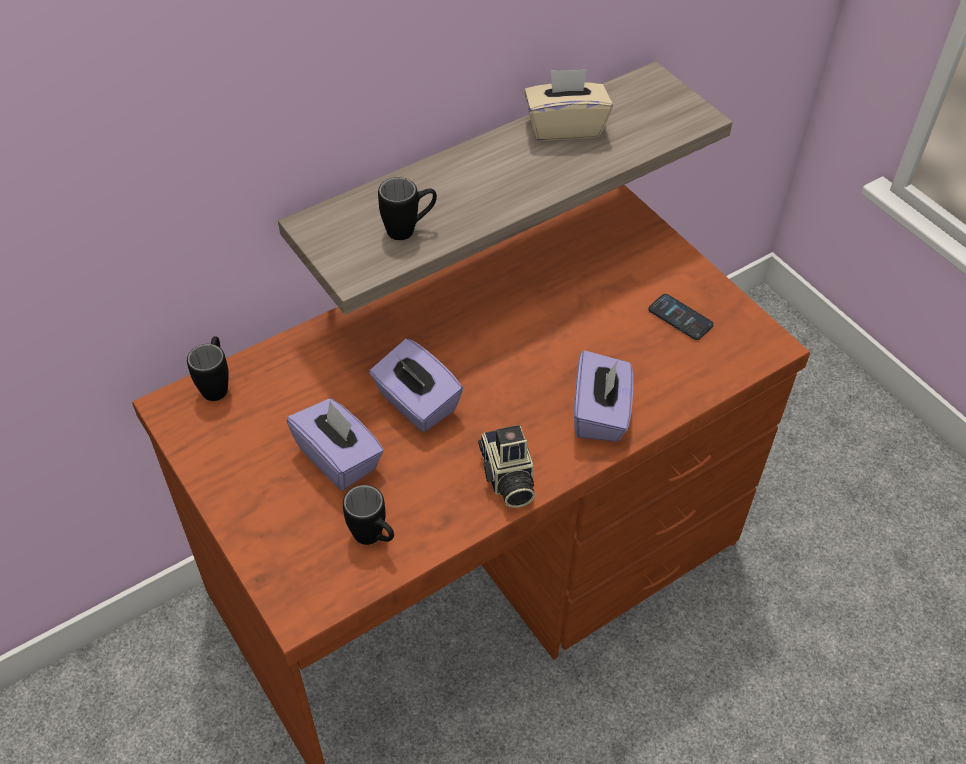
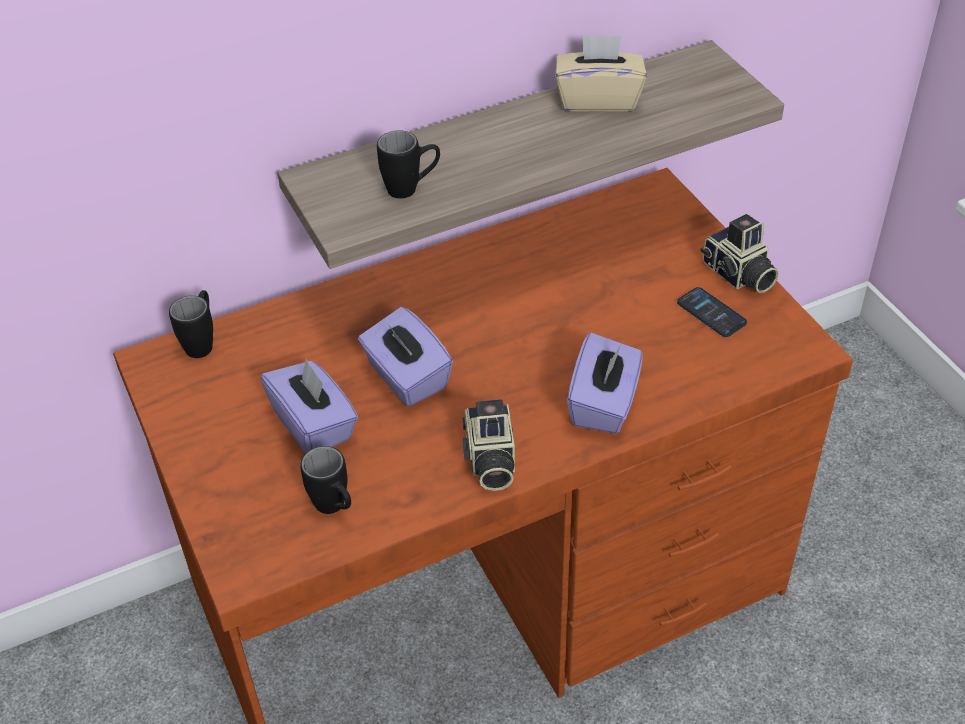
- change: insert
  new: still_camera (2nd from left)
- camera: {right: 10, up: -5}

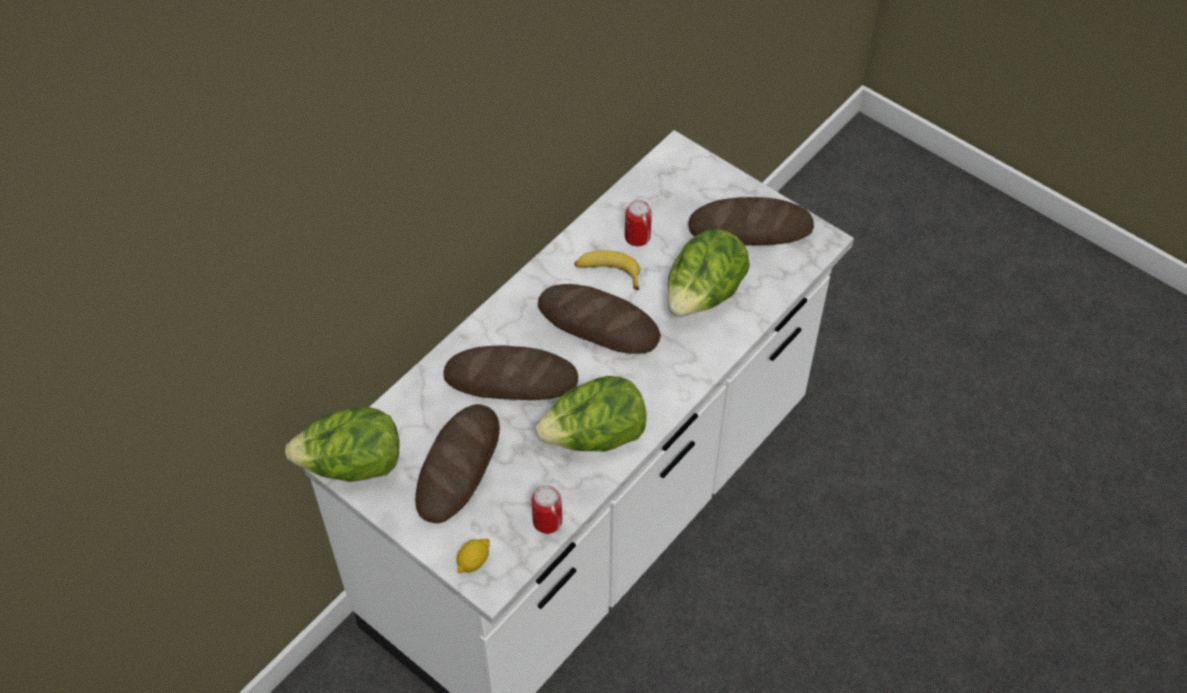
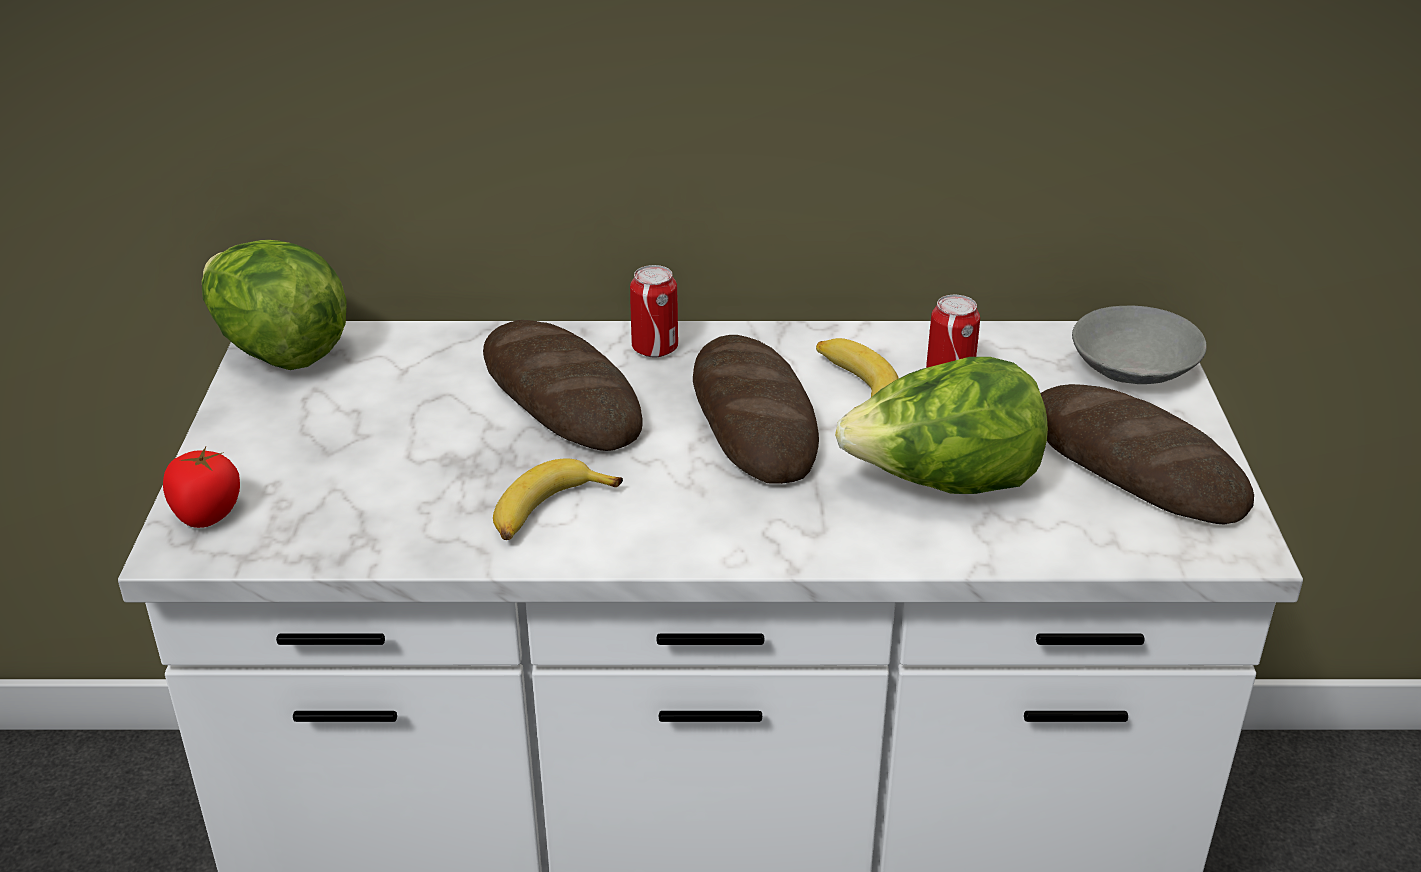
- change: delete
  old: bakery_bread (1st from left)
- change: insert
  new: grey_serving_bowl
- change: move
  old: can (1st from left)
- change: replace
  old: citrus_fruit
  new: fresh_tomato
- change: replace
  old: lettuce_head (2nd from left)
  new: whole_banana (1st from left)
- camera: {right: 50, up: -20}

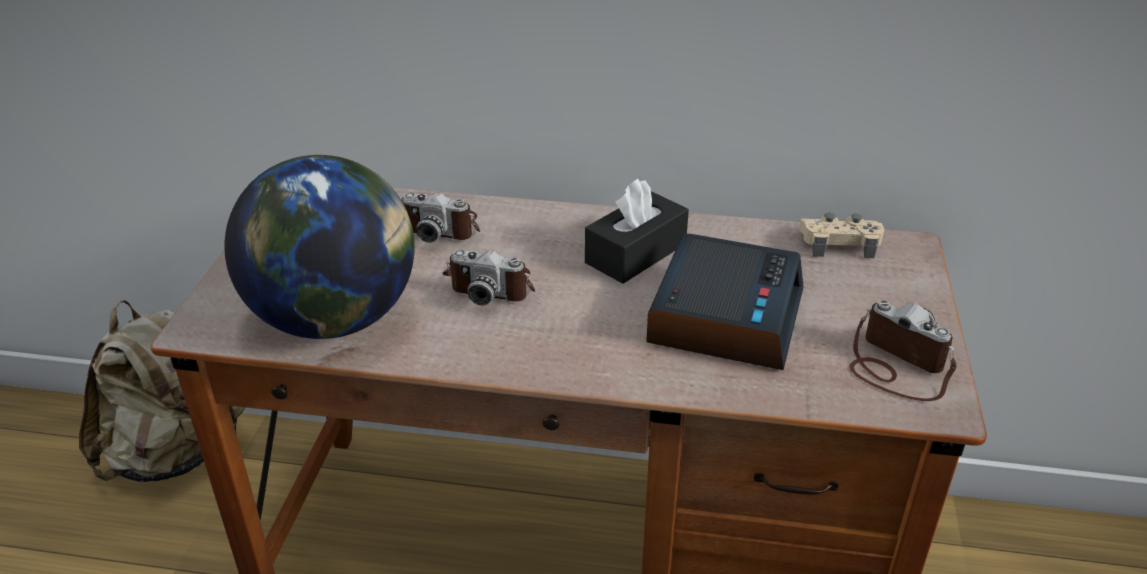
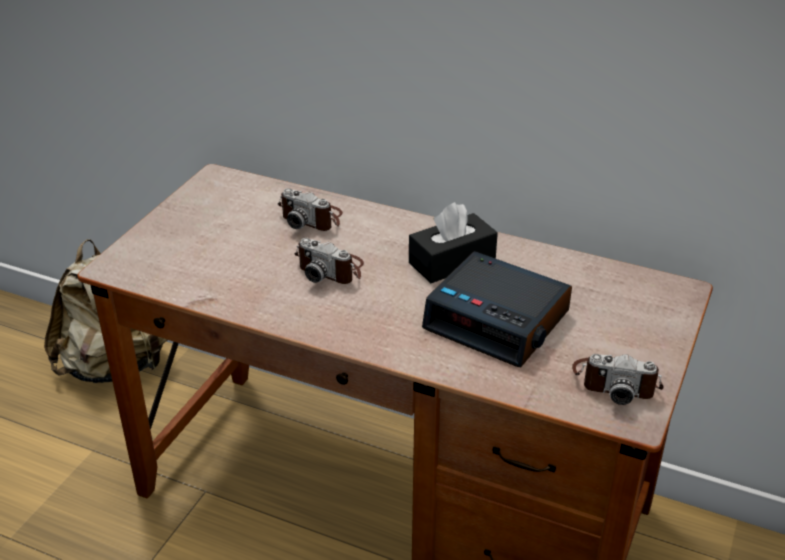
- change: delete
  old: desk_globe
- change: delete
  old: sand-coloured_joypad
- change: rotate
  old: alarm_clock
  degrees: 90
- change: rotate
  old: still_camera (3rd from left)
  degrees: 135
- camera: {right: 15, up: 0}

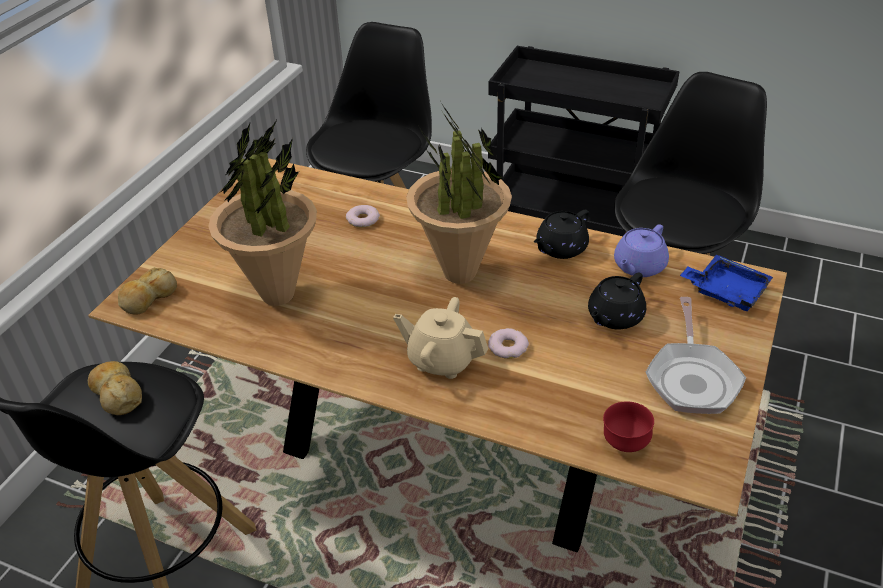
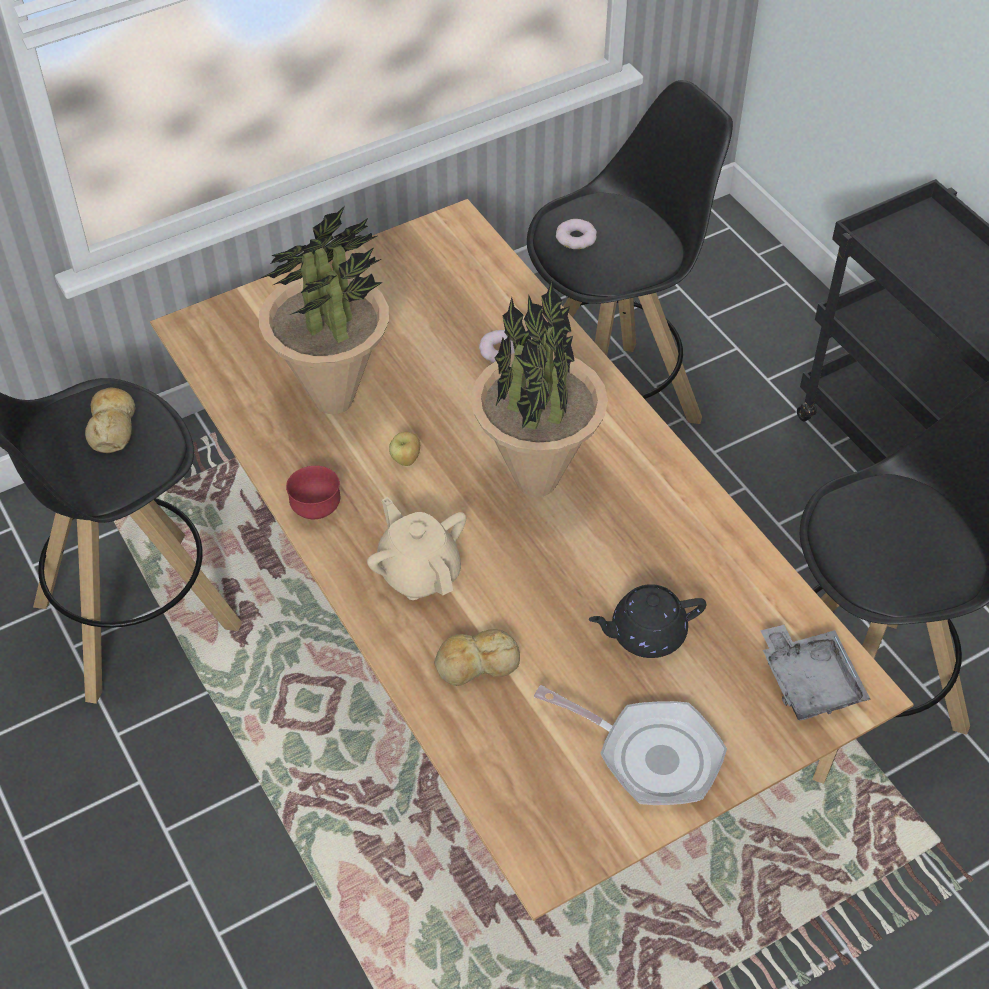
- change: delete
  old: black-coloured_tea_pot (1st from left)
- change: delete
  old: purple_tea_pot
- change: insert
  new: apple
- change: move
  old: bakery_bread (2nd from left)
- change: move
  old: donut (2nd from left)
- change: move
  old: red_serving_bowl
- change: recolor
  old: bluish_carrying_tray
  new: grey_carrying_tray
- change: rotate
  old: pan
  degrees: -105
- camera: {right: 35, up: 10}

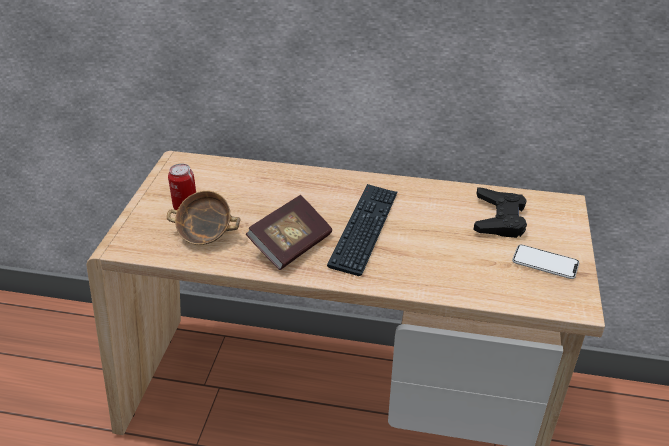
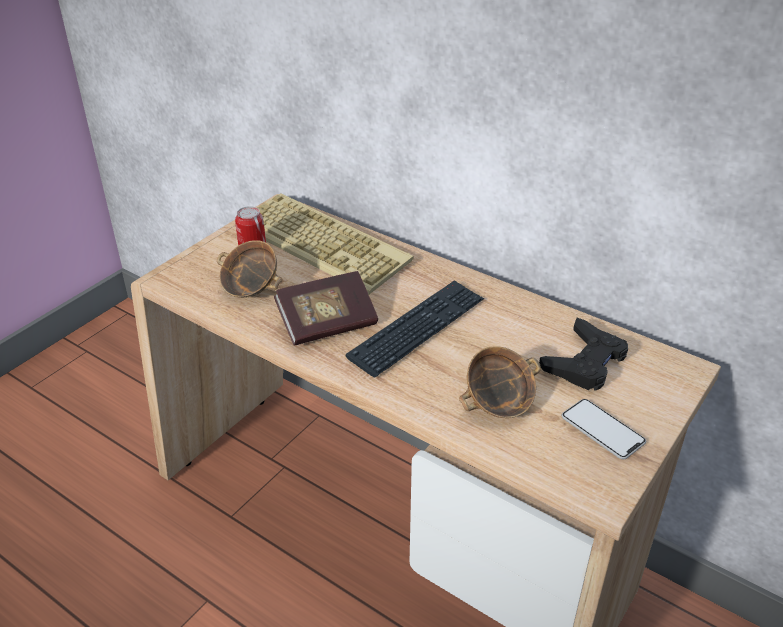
- change: insert
  new: PC_keyboard (1st from left)
- change: insert
  new: serving_bowl (2nd from left)
- camera: {right: 25, up: 0}

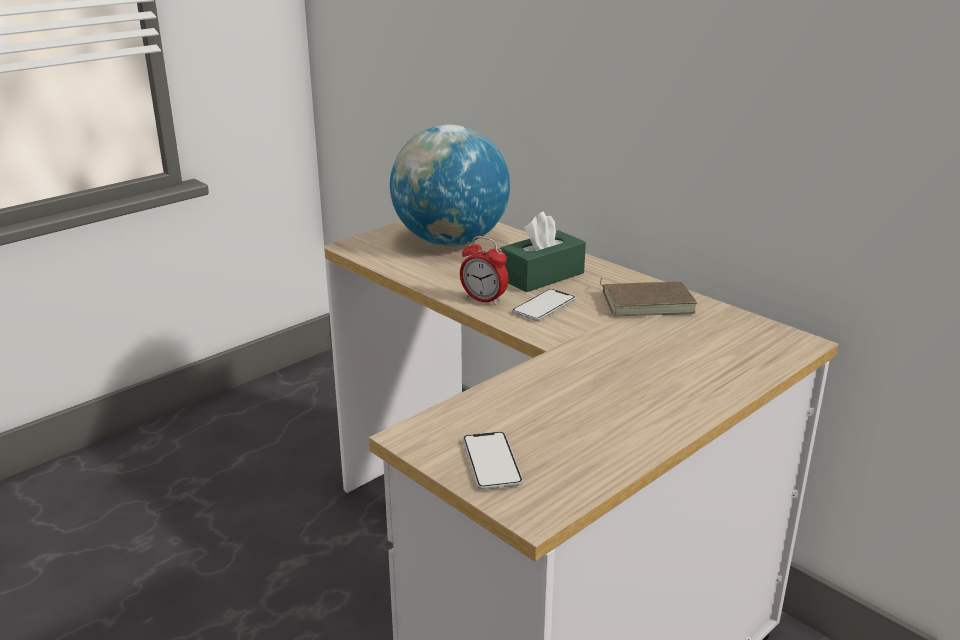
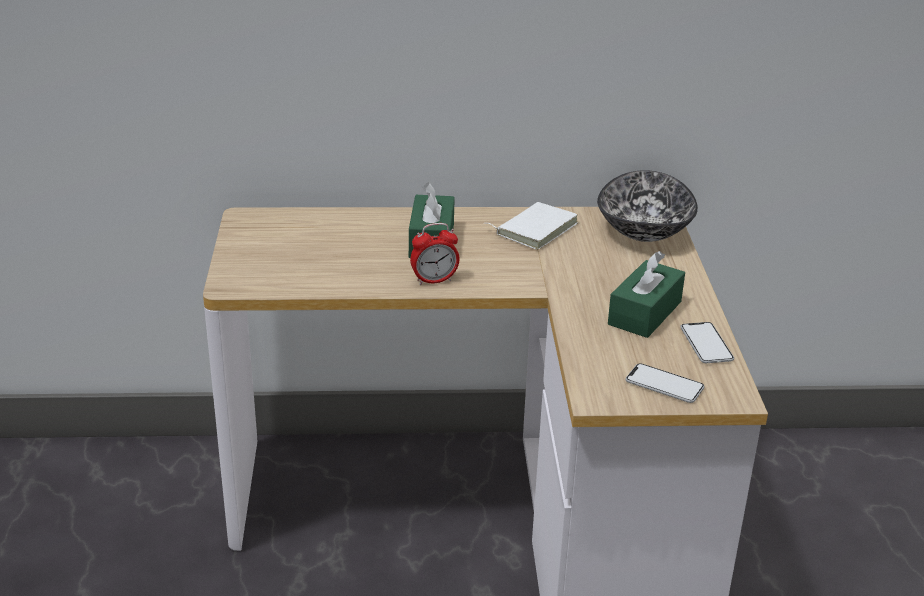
- change: delete
  old: desk_globe
- change: insert
  new: serving_bowl
- change: insert
  new: green_box_of_tissues (2nd from left)
- change: move
  old: handset (2nd from left)
- change: recolor
  old: brown-coloured_book
  new: whitish_book
- camera: {right: -50, up: 5}

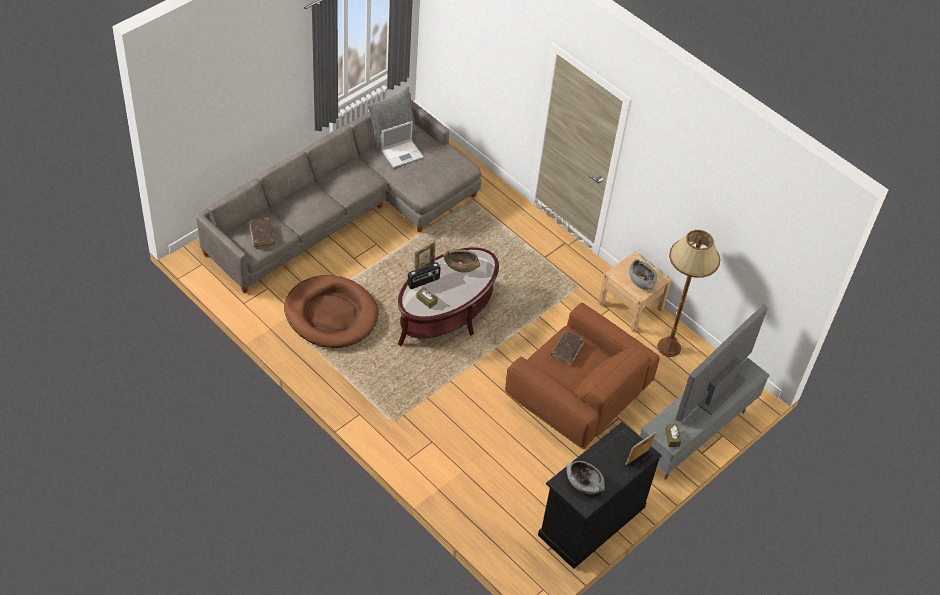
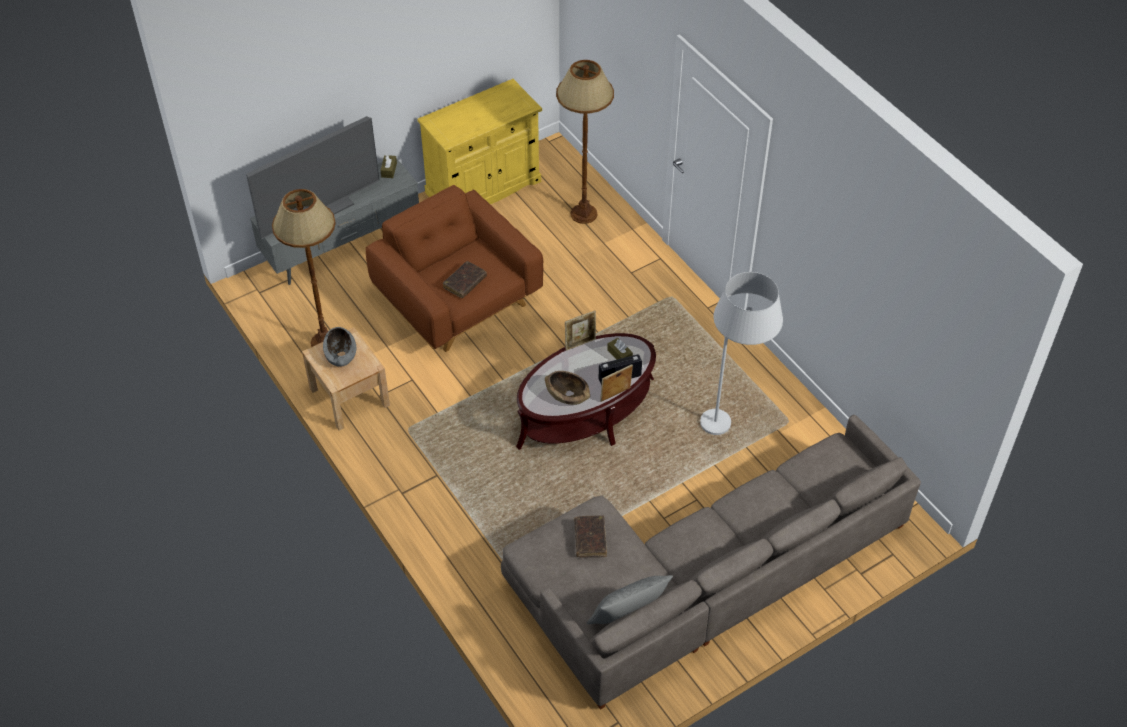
- change: delete
  old: portable_computer
- change: delete
  old: grey_serving_bowl (1st from left)
- change: insert
  new: brown-coloured_floor_lamp (2nd from left)
- change: move
  old: brown-coloured_book (1st from left in the first image)
  new: brown-coloured_book (2nd from left)
- change: move
  old: picture_frame (2nd from left in the first image)
  new: picture_frame (1st from left)
- change: replace
  old: brown-coloured_pet_bed
  new: whitish_floor_lamp
- change: recolor
  old: black-coloured_cupboard
  new: yellow_cupboard
- camera: {right: -165, up: 0}

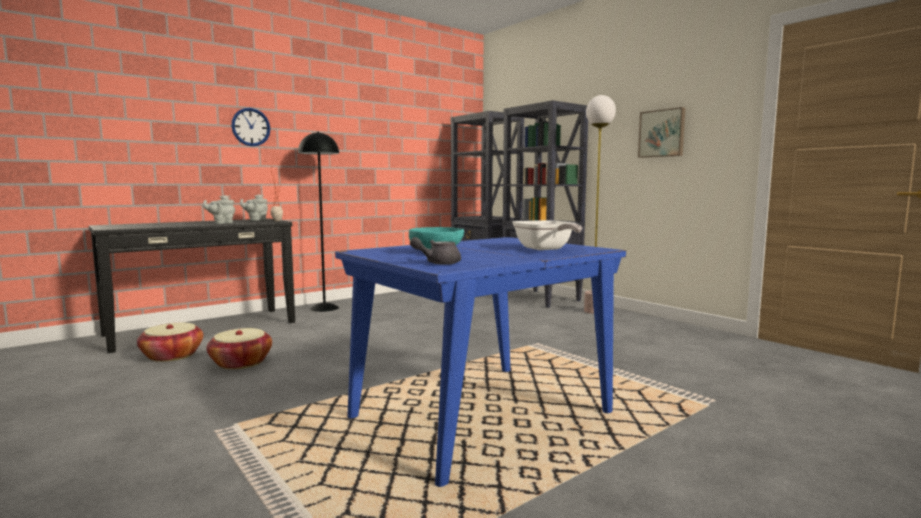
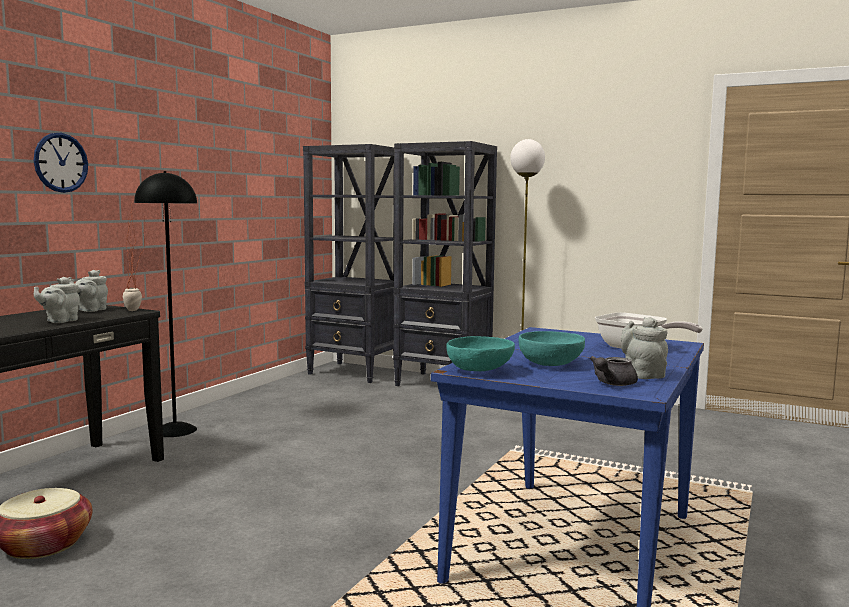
- change: delete
  old: basket (2nd from left)
- change: delete
  old: wall_picture
- change: insert
  new: turquoise_serving_bowl (1st from left)
- change: insert
  new: grey_tea_pot (4th from left)
- camera: {right: -25, up: 0}

